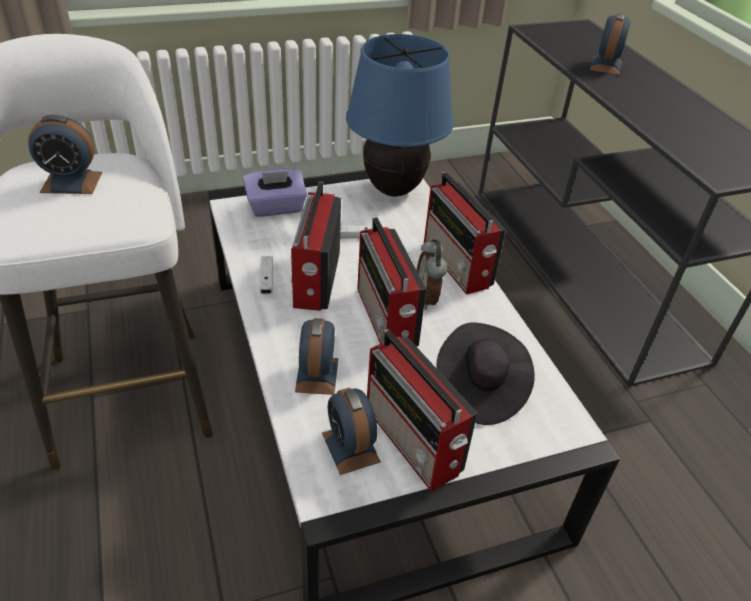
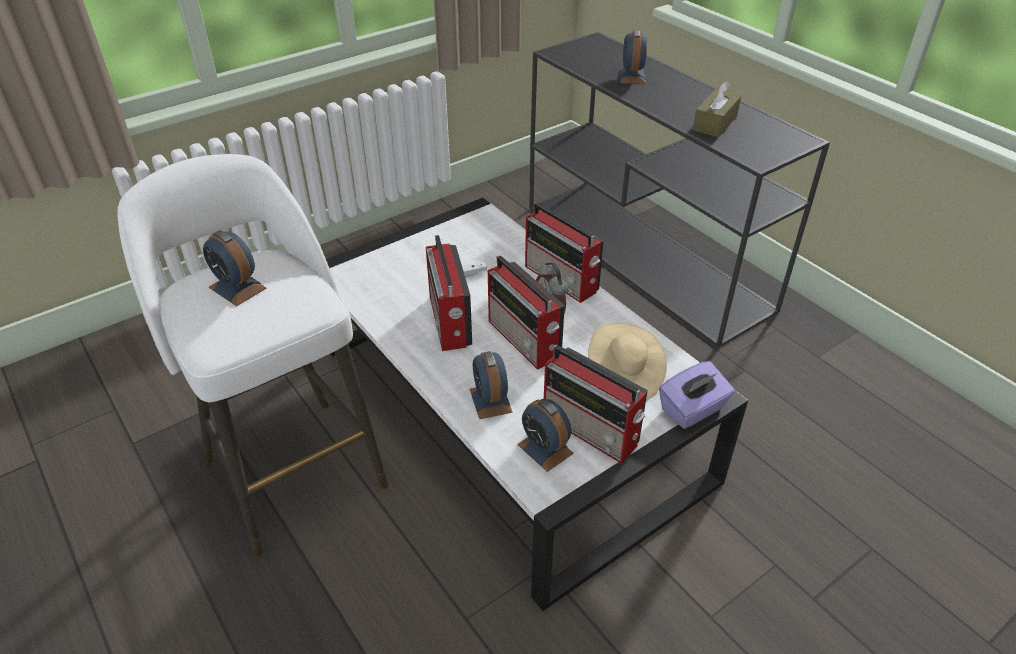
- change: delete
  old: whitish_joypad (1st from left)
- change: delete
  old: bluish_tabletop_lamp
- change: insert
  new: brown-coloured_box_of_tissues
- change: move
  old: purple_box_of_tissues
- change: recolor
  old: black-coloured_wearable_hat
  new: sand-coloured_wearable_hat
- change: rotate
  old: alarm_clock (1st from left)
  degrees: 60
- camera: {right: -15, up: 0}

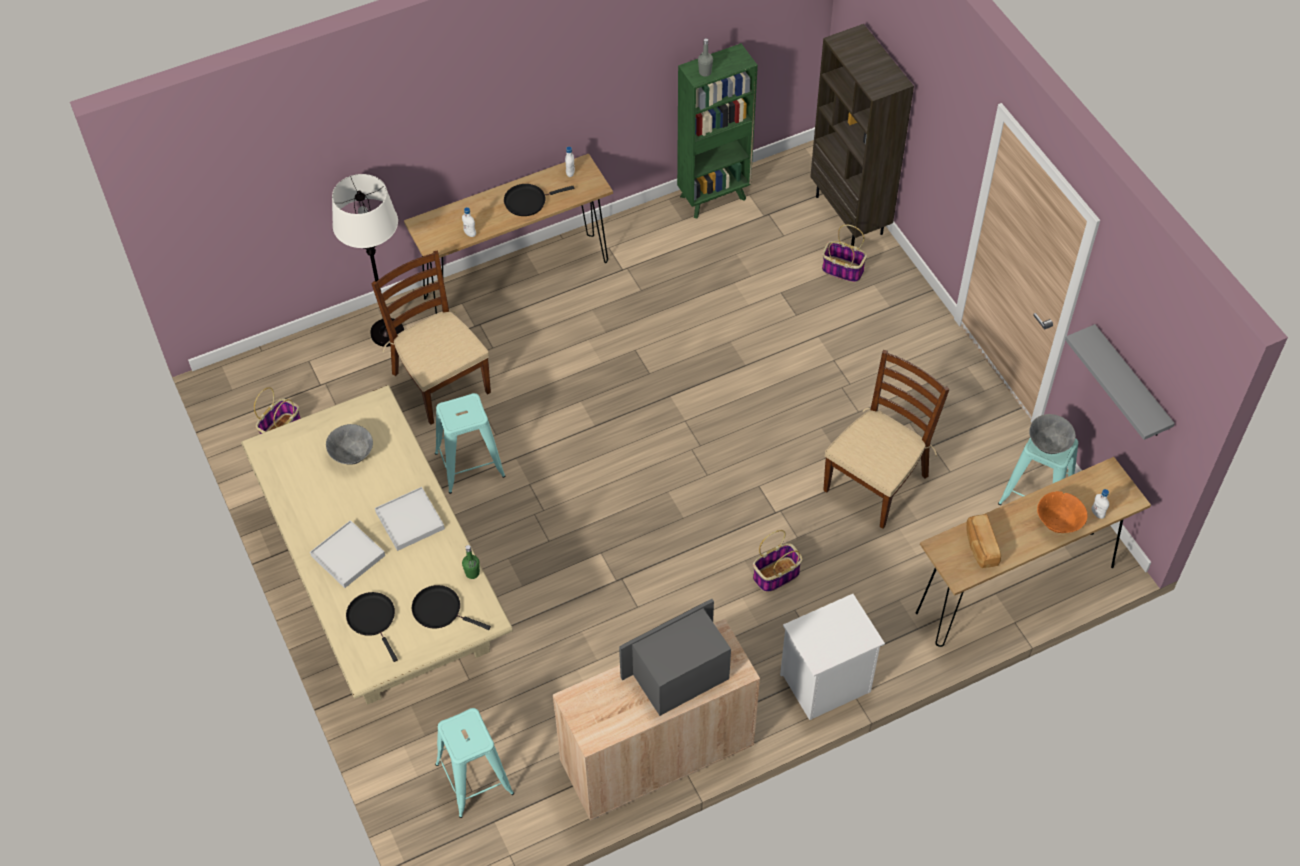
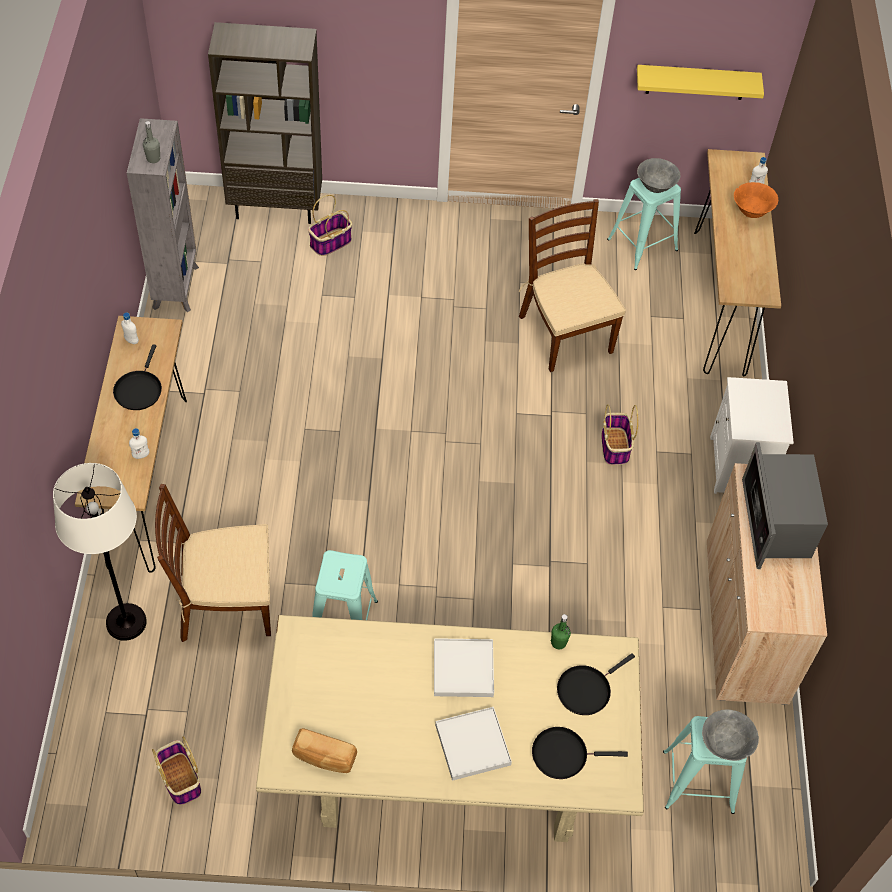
- change: move
  old: grey_serving_bowl (1st from left in the first image)
  new: grey_serving_bowl (2nd from left)
- change: move
  old: bakery_bread
- change: recolor
  old: green_bookshelf
  new: grey_bookshelf
- change: recolor
  old: grey_wall_shelf
  new: yellow_wall_shelf
- camera: {right: -65, up: 0}

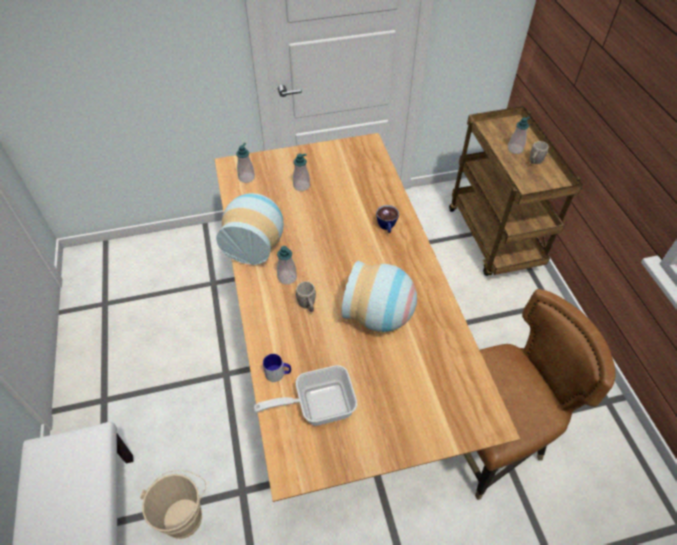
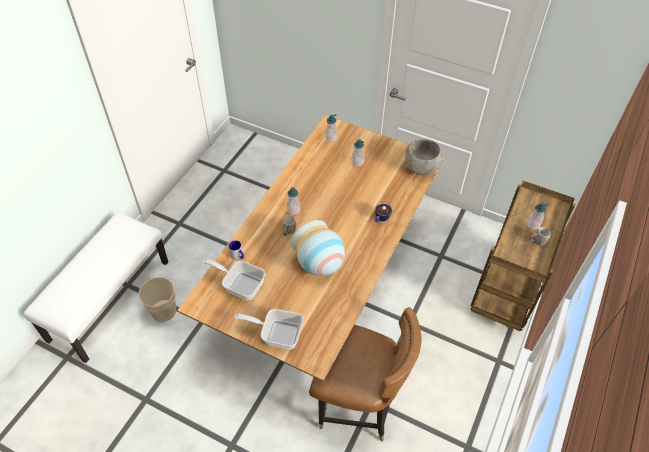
- change: delete
  old: flower_vase (1st from left)
- change: insert
  new: pan (2nd from left)
- change: insert
  new: grey_serving_bowl
- camera: {right: 40, up: 0}

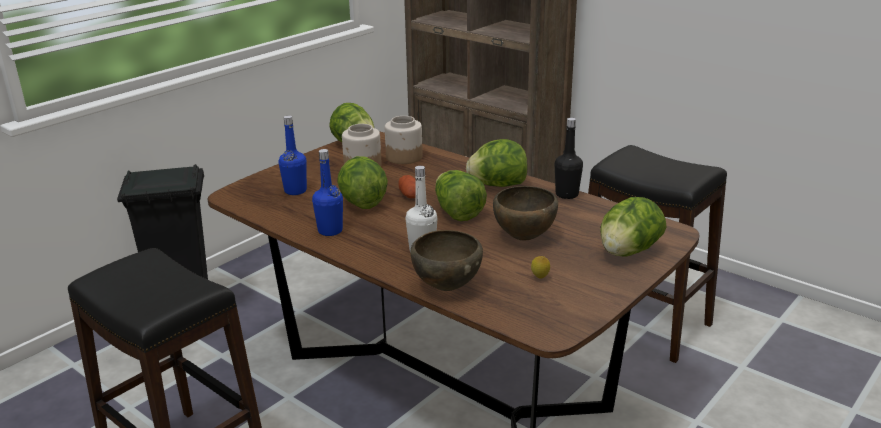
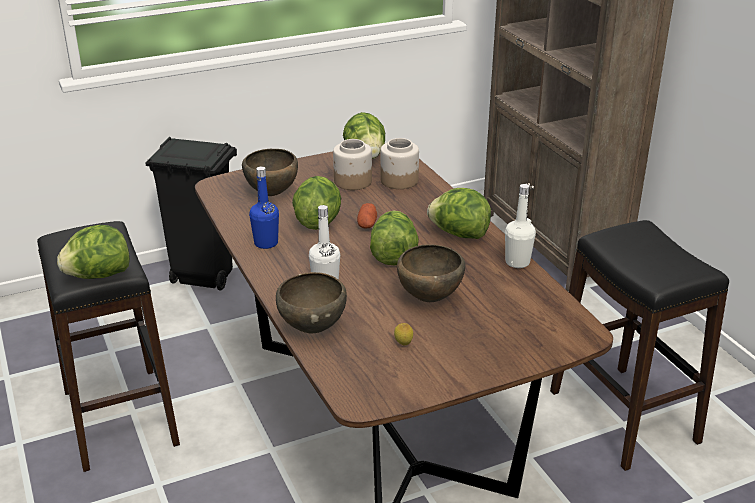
- change: move
  old: lettuce_head (5th from left in the first image)
  new: lettuce_head (1st from left)
- change: replace
  old: bluish_beverage_bottle (1st from left)
  new: brown-coloured_serving_bowl (1st from left)
- change: recolor
  old: black-coloured_beverage_bottle
  new: whitish_beverage_bottle (2nd from left)
- camera: {right: 25, up: 5}

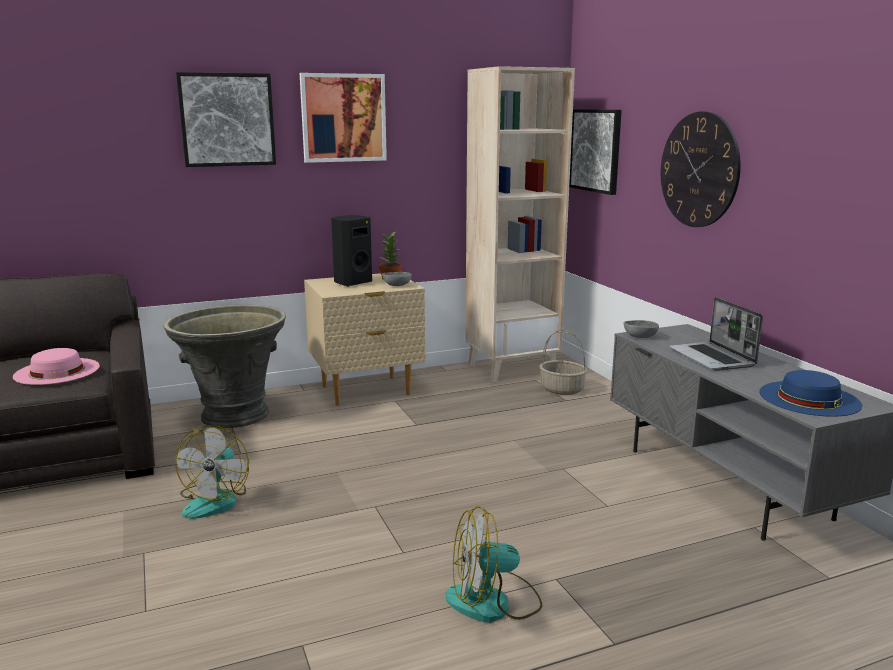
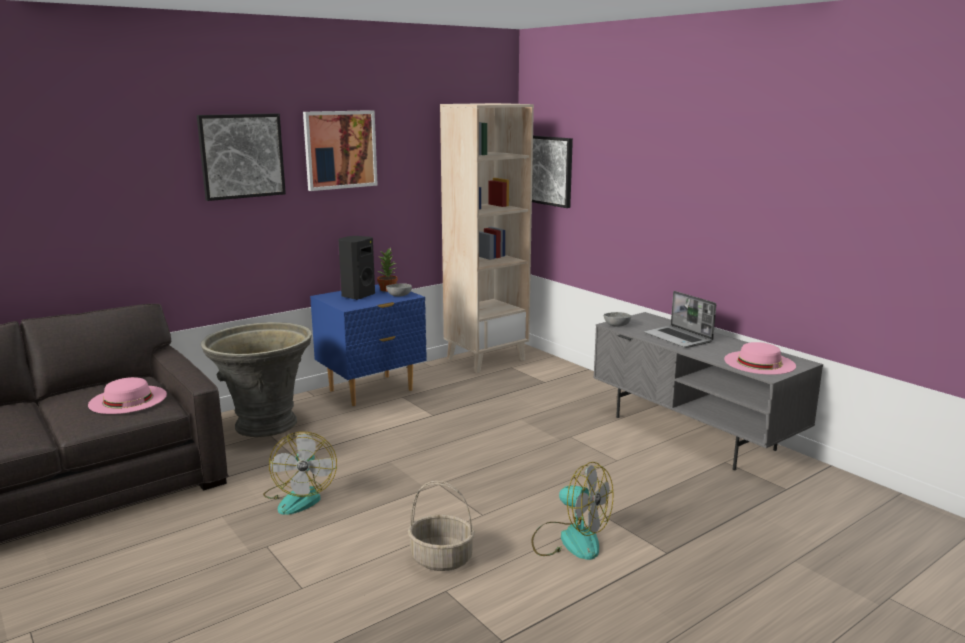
- change: delete
  old: clock_on_the_wall
- change: move
  old: basket
- change: recolor
  old: sand-coloured_bedside_table
  new: bluish_bedside_table
- change: recolor
  old: bluish_wearable_hat
  new: pink_wearable_hat (2nd from left)
- change: rotate
  old: cooling_fan (2nd from left)
  degrees: -120
- camera: {right: -15, up: 0}

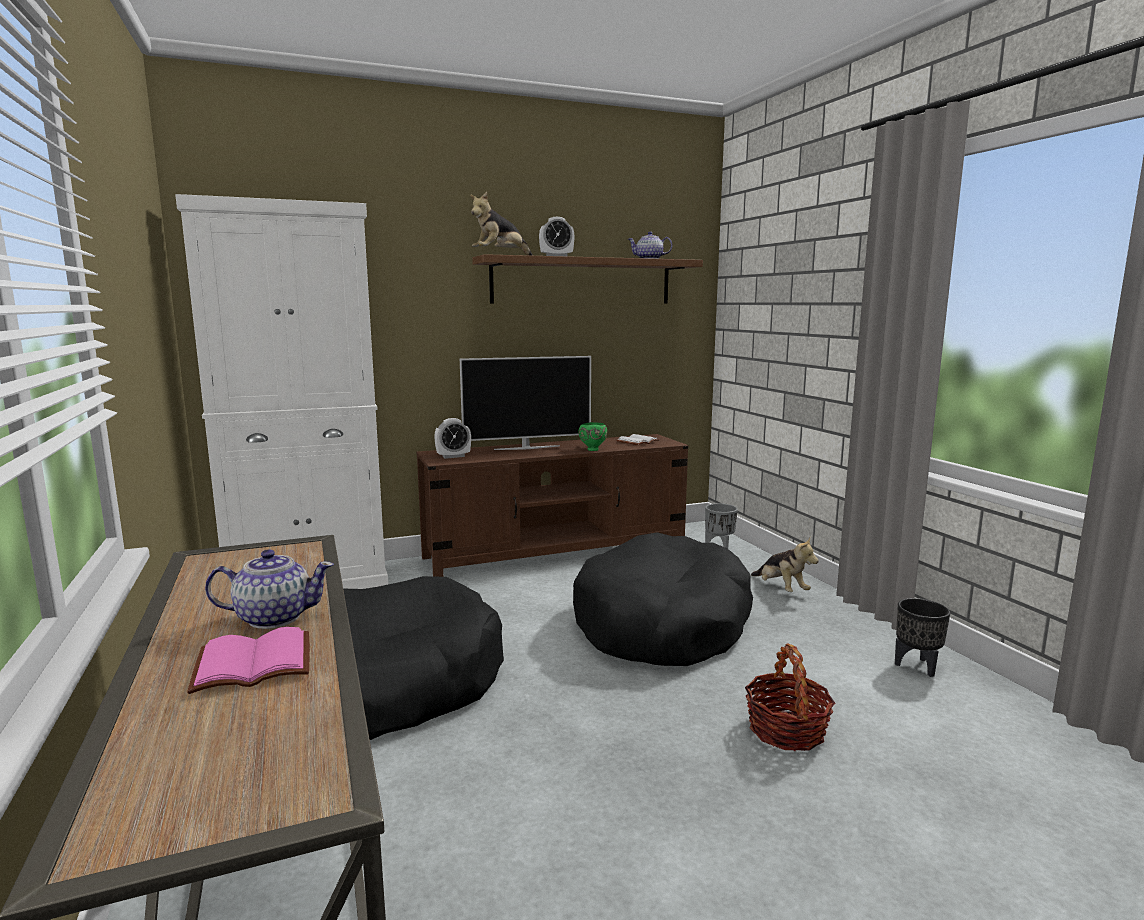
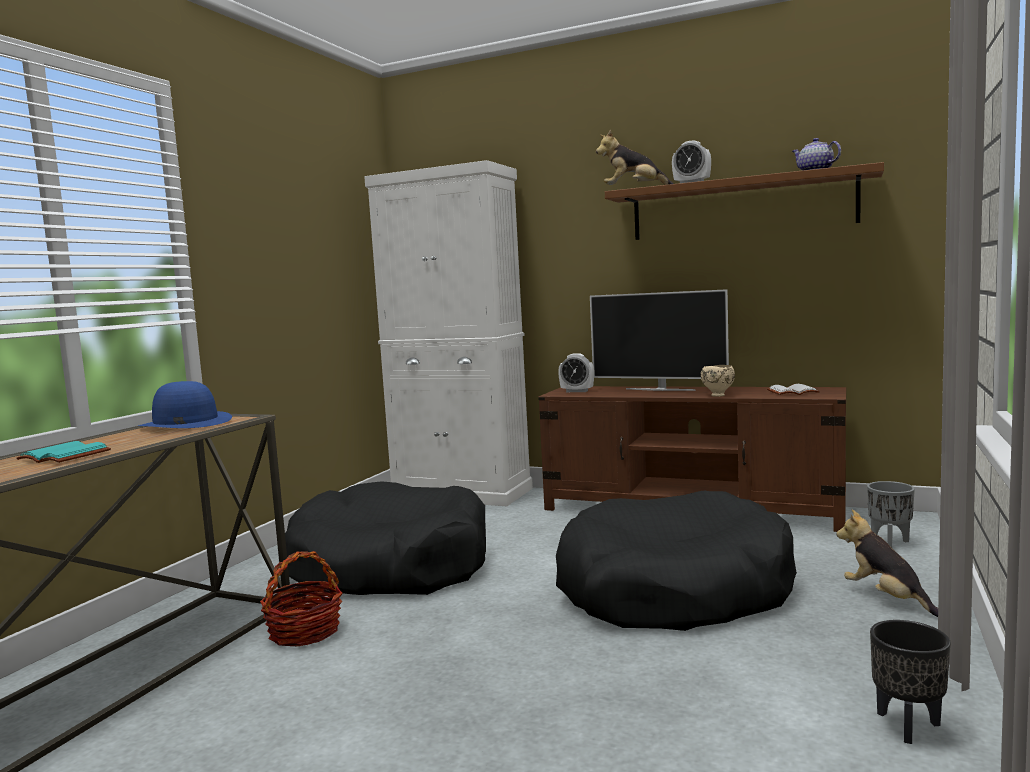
- change: delete
  old: tea_pot (1st from left)
- change: insert
  new: bluish_wearable_hat
- change: move
  old: basket
- change: recolor
  old: pink_book
  new: turquoise_book
- change: recolor
  old: green_serving_bowl
  new: sand-coloured_serving_bowl
- change: rotate
  old: soft_toy (2nd from left)
  degrees: 135
- camera: {right: 45, up: -5}

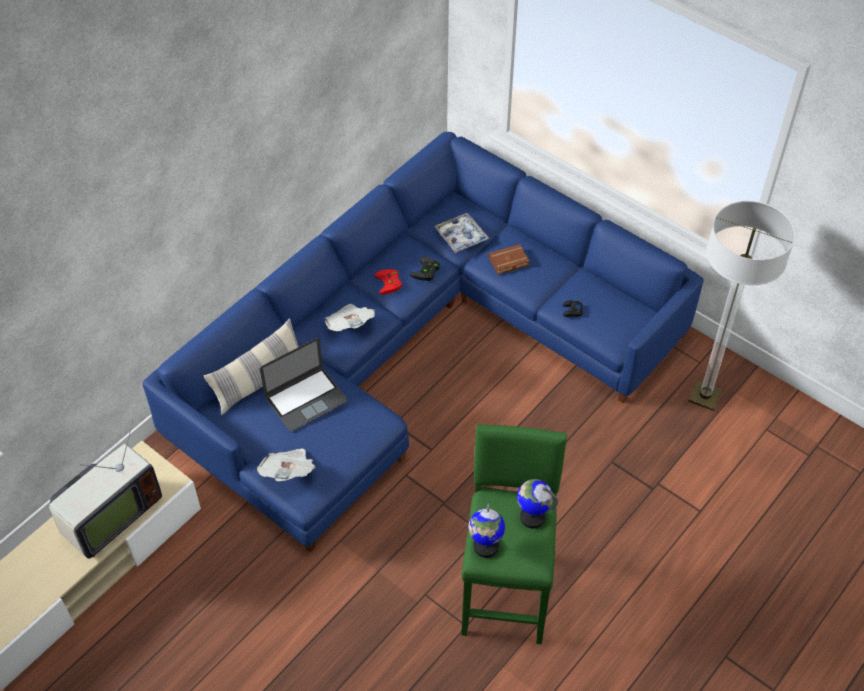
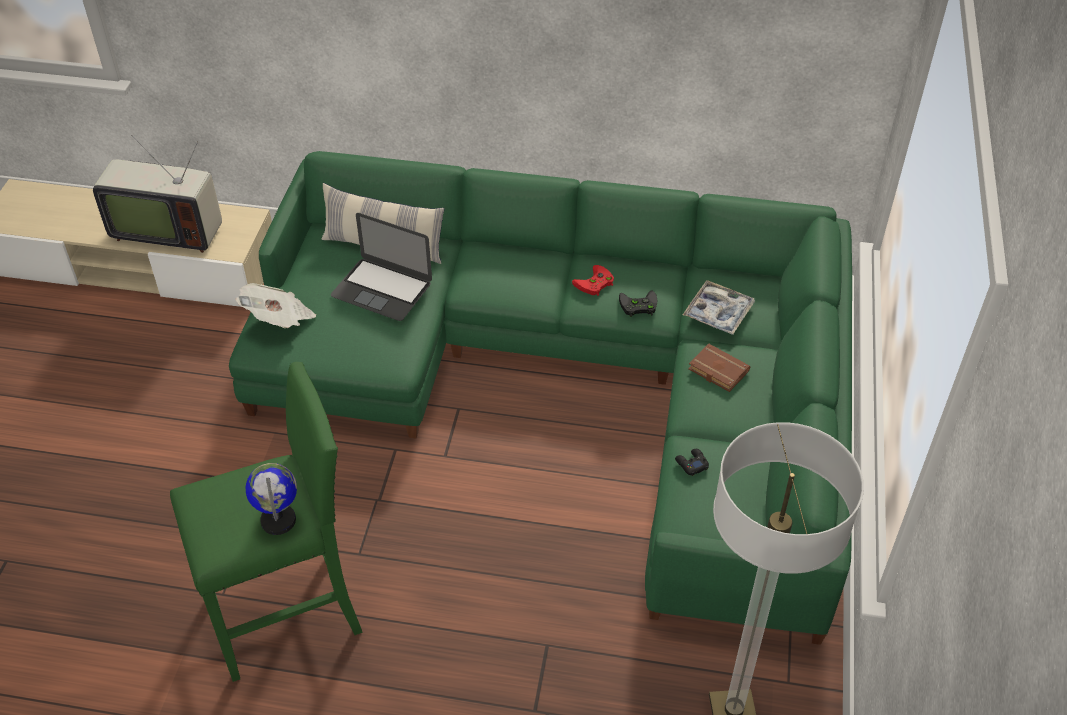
- change: delete
  old: newspaper (2nd from left)
- change: delete
  old: desk_globe (1st from left)
- change: recolor
  old: bluish_sofa
  new: green_sofa
- camera: {right: 60, up: -5}

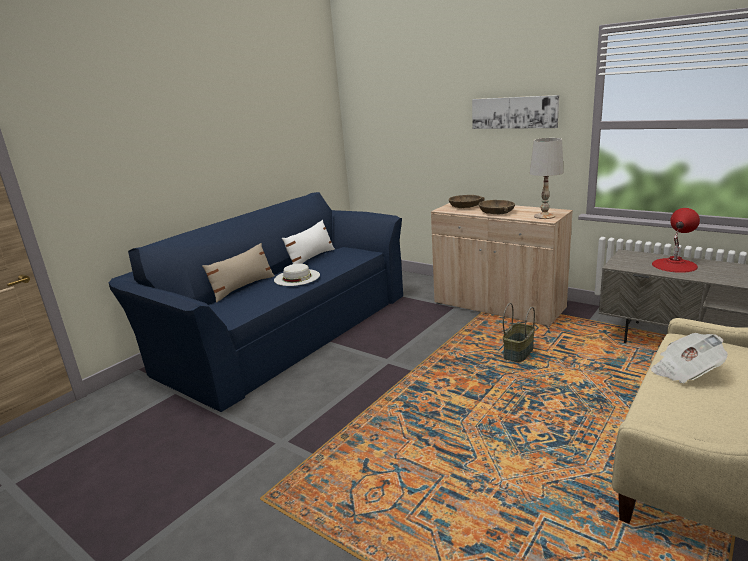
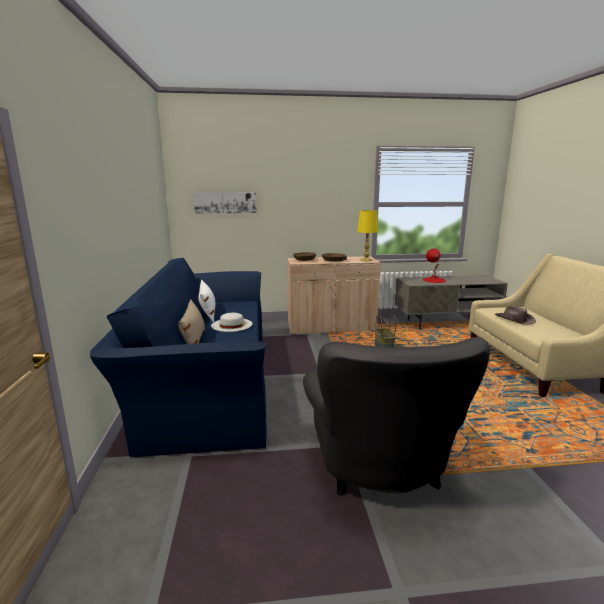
- change: insert
  new: grey_easy_chair
- change: move
  old: wall_picture
- change: replace
  old: newspaper
  new: brown-coloured_wearable_hat
- change: recolor
  old: whitish_tabletop_lamp
  new: yellow_tabletop_lamp
- camera: {right: -45, up: -5}

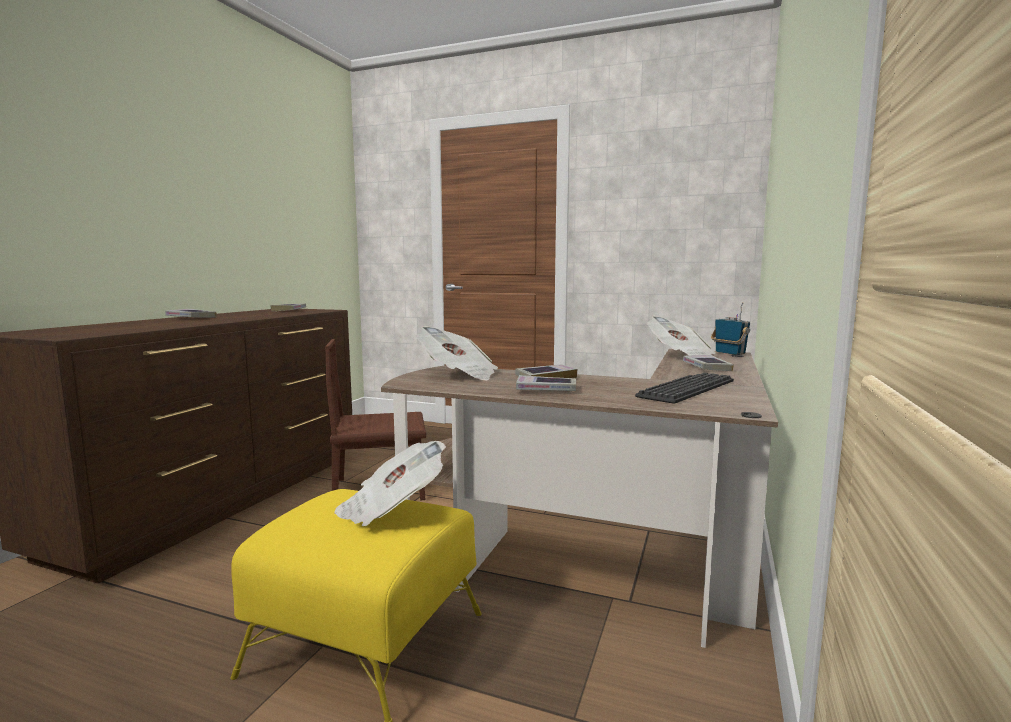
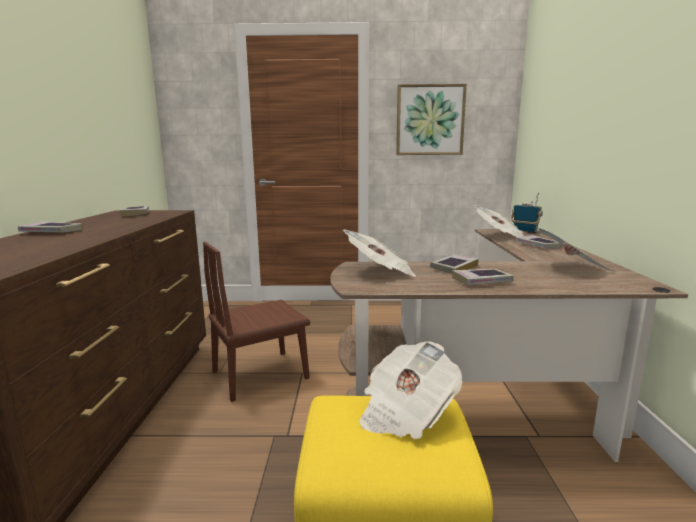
- change: insert
  new: wall_picture
- change: replace
  old: PC_keyboard
  new: newspaper (4th from left)
- camera: {right: -20, up: 5}

